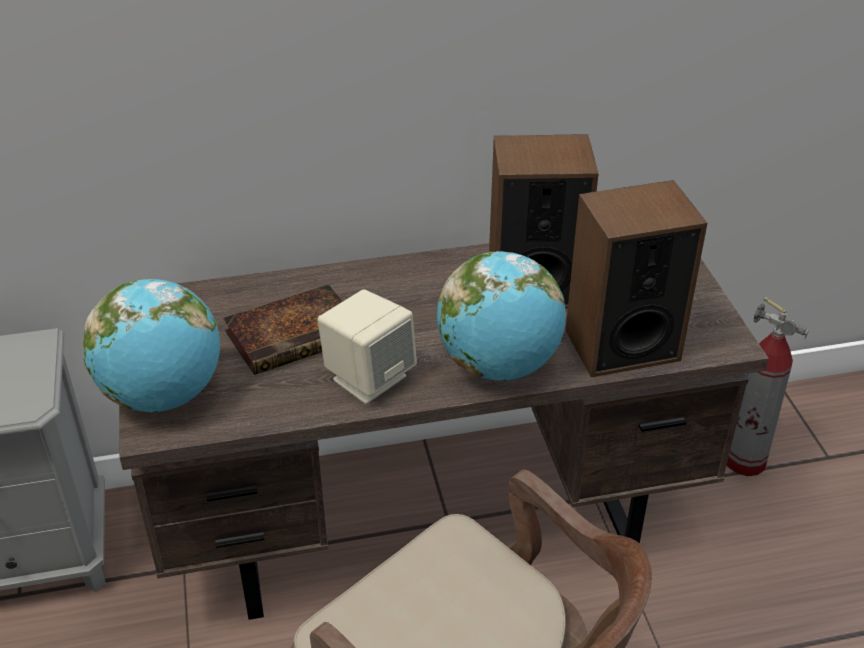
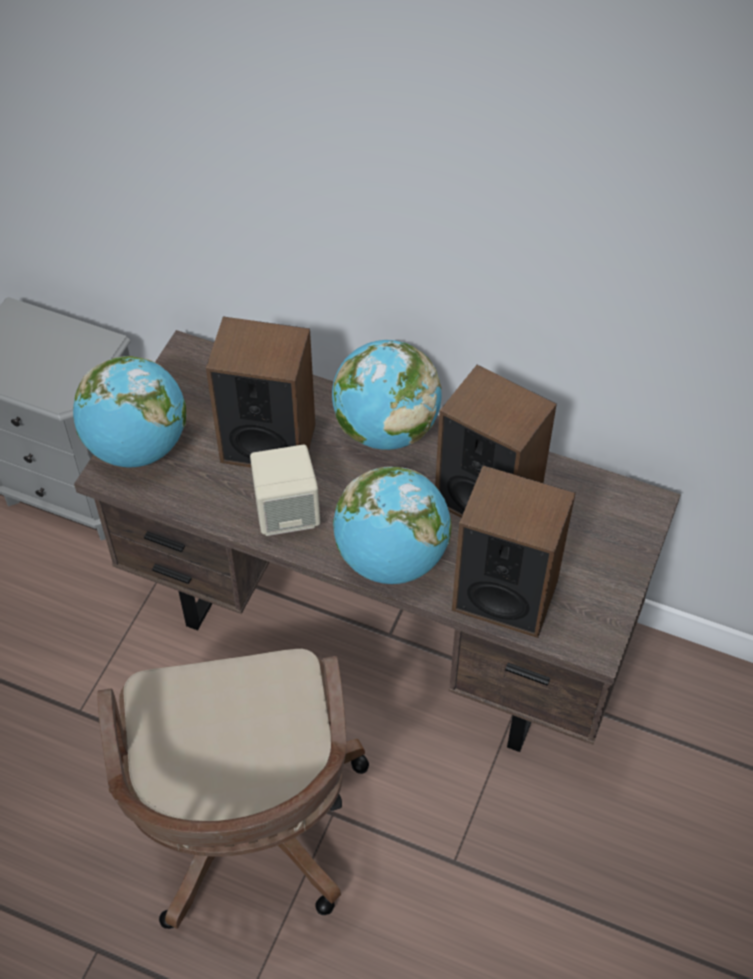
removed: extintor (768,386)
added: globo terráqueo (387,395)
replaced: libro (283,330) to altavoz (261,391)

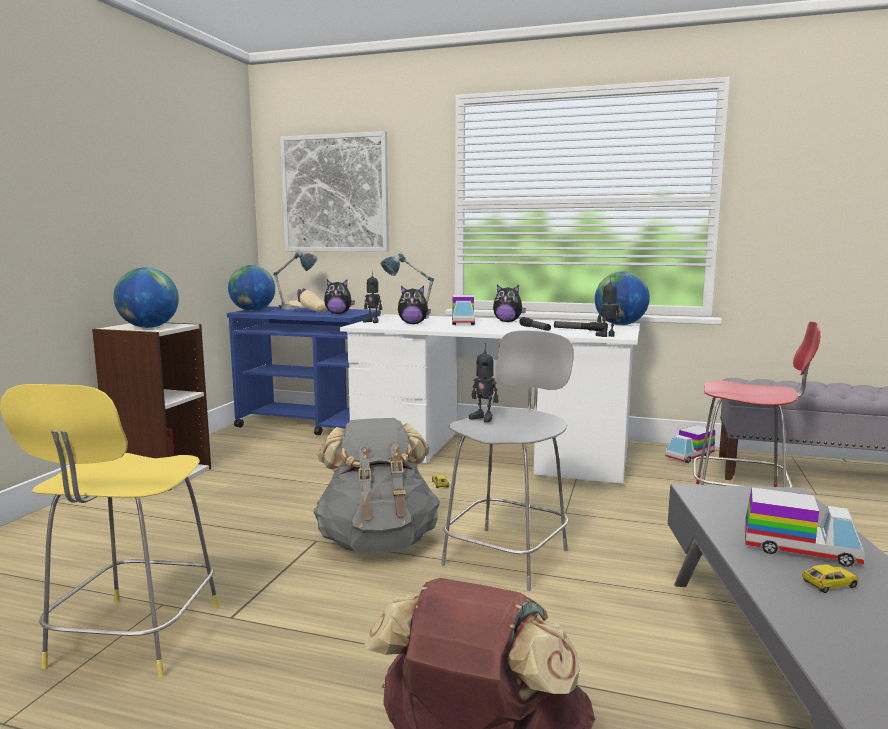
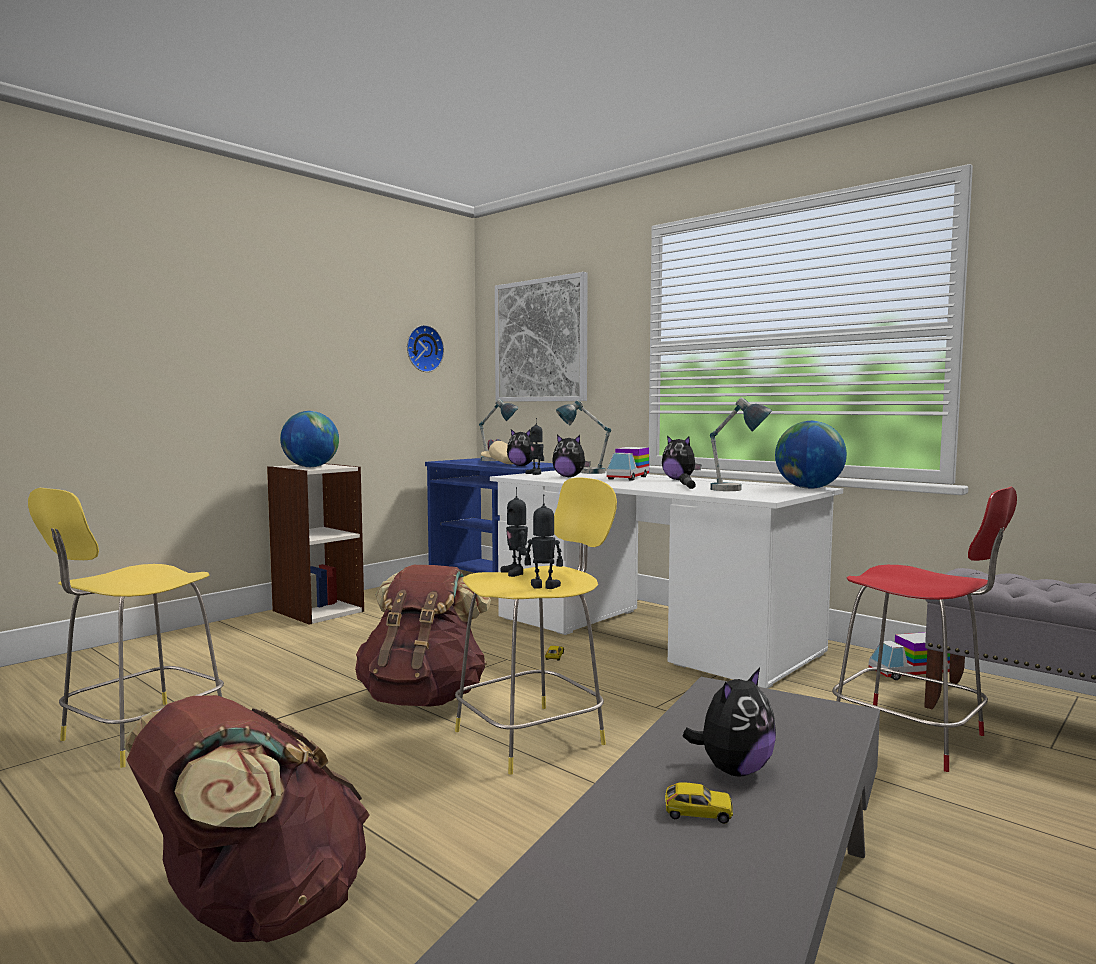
removed: globo terráqueo (251,288)
added: reloj de pared (425,348)
moved: robot de juguete (607,306) to (544,541)
replaced: linterna (581,326) to lámpara de mesa (741,444); camión de juguete (805,527) to peluche (729,722)
recoloured: taburete (gris) (507,460) to taburete (amarillo) (536,626); mochila (gris) (376,485) to mochila (marrón) (423,636)

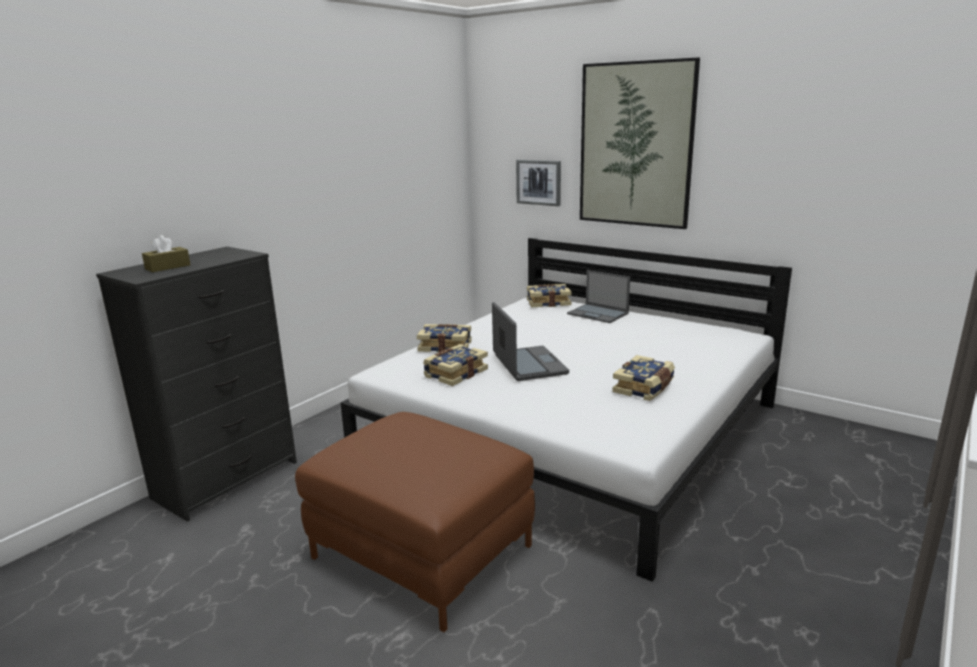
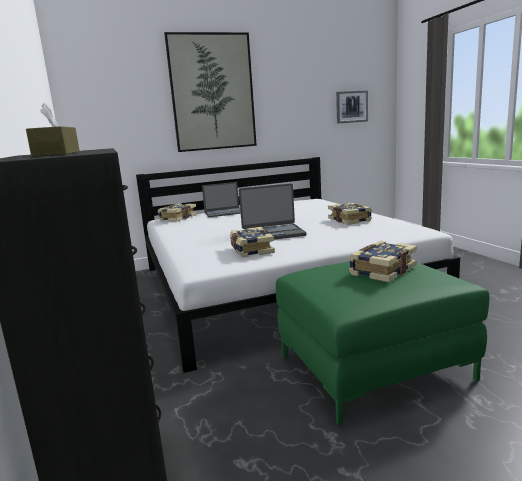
moved: cuadro (538,183) to (352,107); libro (444,338) to (383,261)
recoloured: puf (marrón) (415,522) to puf (verde) (383,343)
turned: portátil (530,341) = (273,211) 150 degrees clockwise

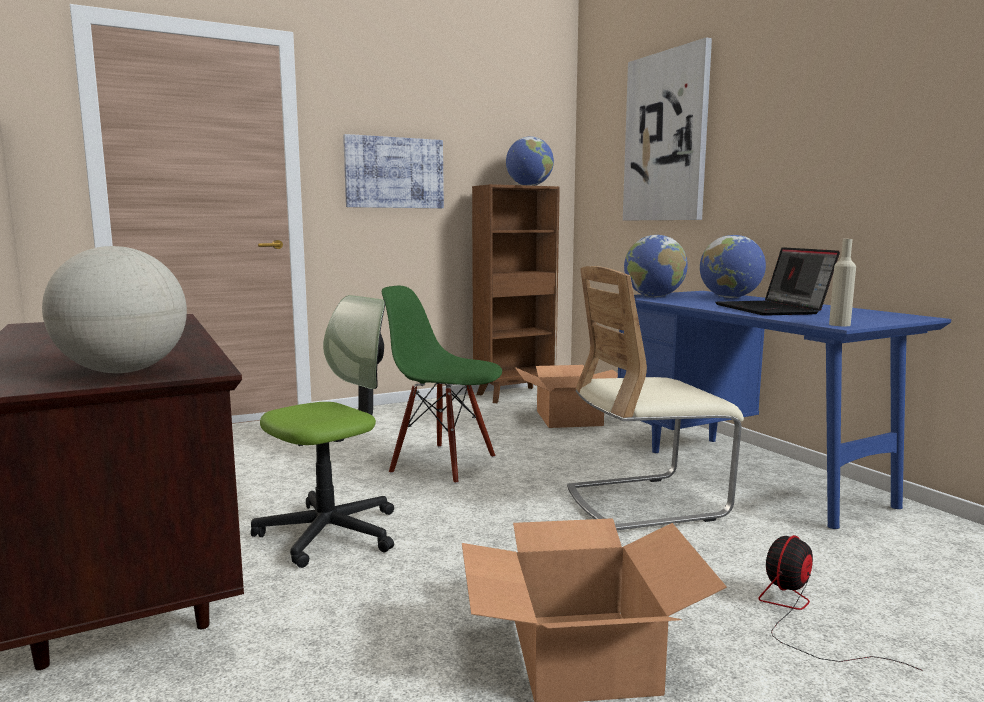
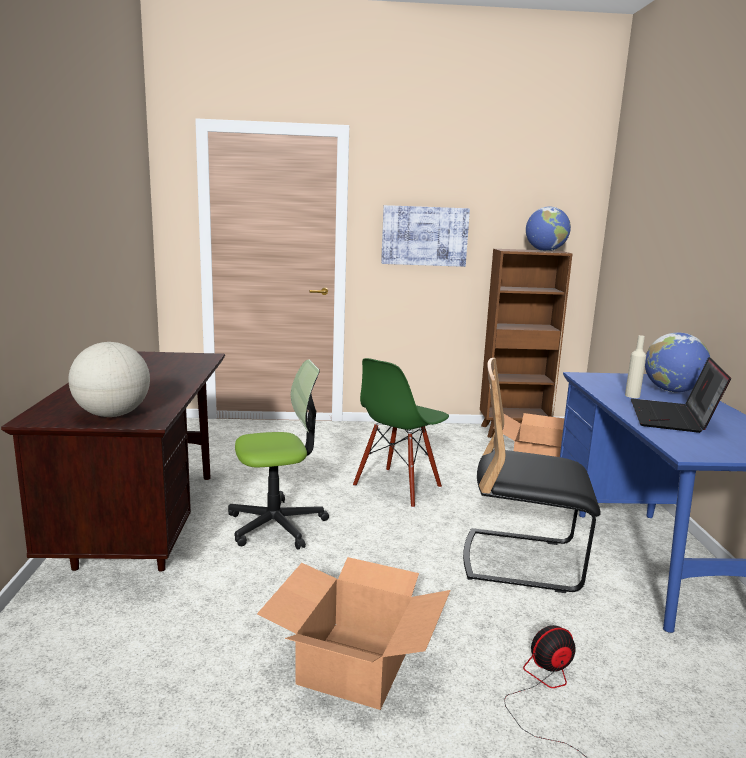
removed: cuadro (667,128); globo terráqueo (656,266)
moved: botella (beis) (842,282) to (635,366)
recoloured: silla (beis) (655,398) to silla (negro) (532,475)
turned: silla (verde) (442,385) = (401,433) 105 degrees counterclockwise

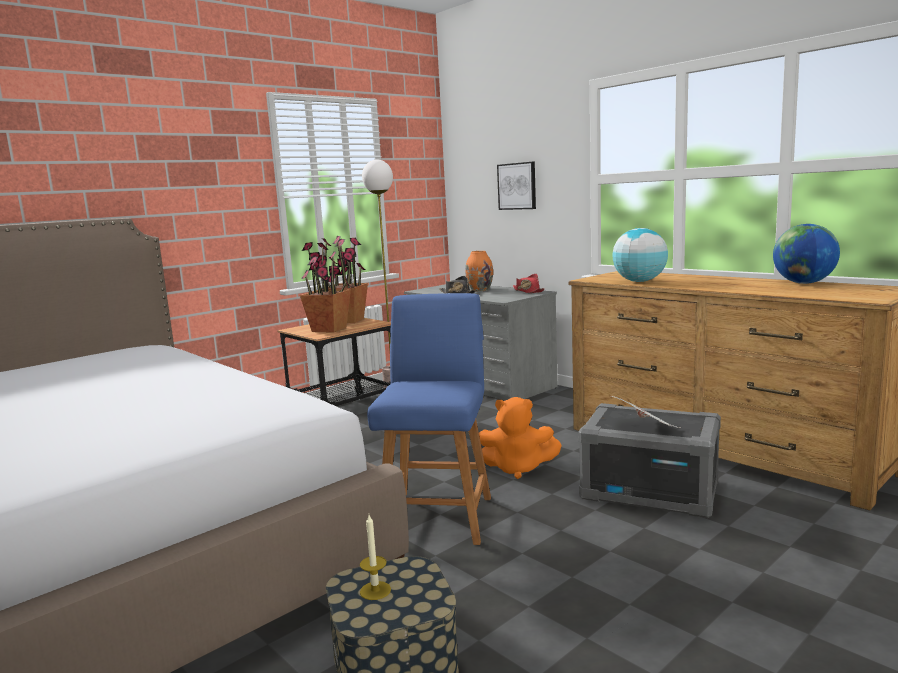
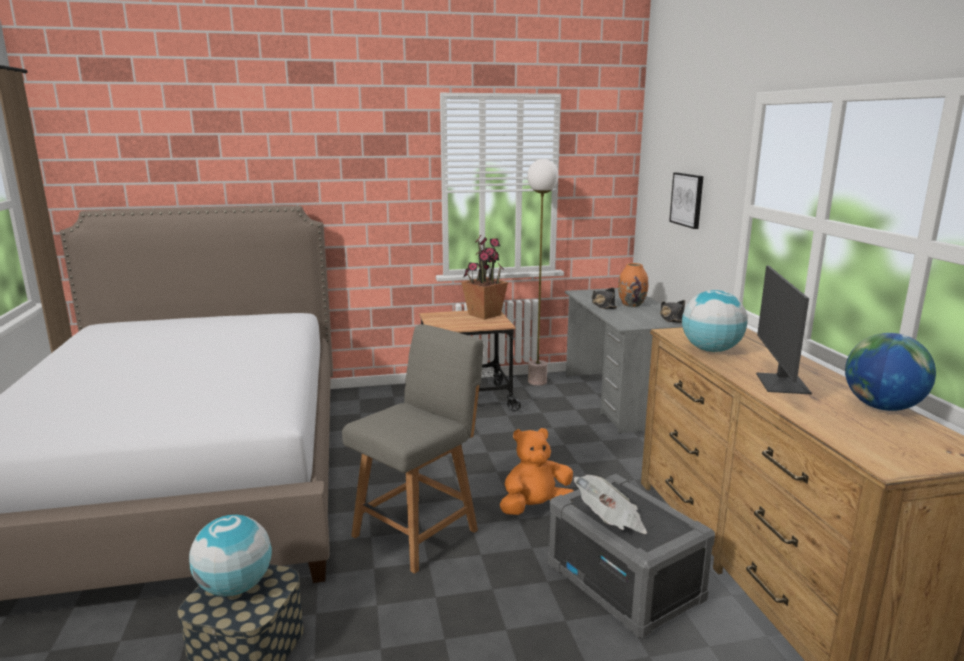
removed: planta en maceta (325,285)
added: monitor (784,330)
replaced: vela (375,557) to globo terráqueo (230,555)
recoloured: sombrero (rojo) (528,283) to sombrero (negro) (672,311); silla (azul) (429,419) to silla (gris) (413,449)
turned: peluche (naranja) (520,438) = (537,471) 120 degrees clockwise

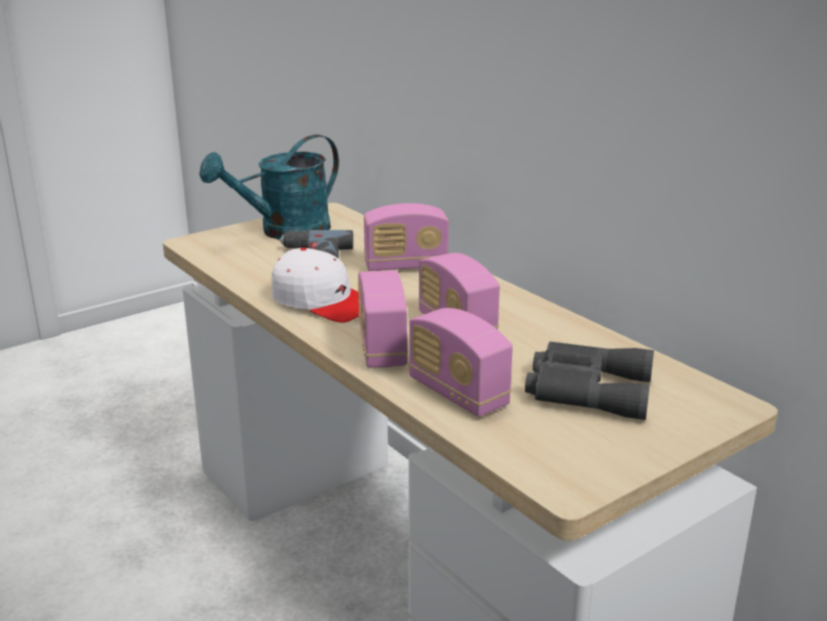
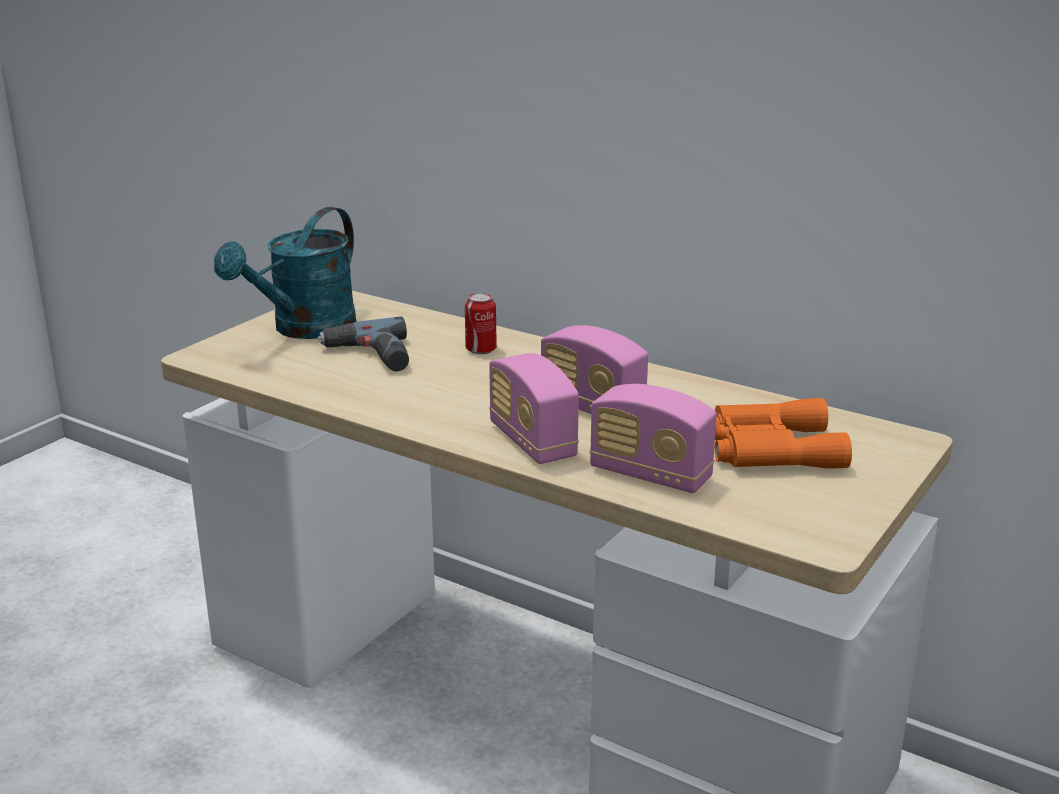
removed: gorra (blanco) (315,285)
replaced: radio (406,237) to lata (481,323)
recoloured: prismáticos (gris) (589,381) to prismáticos (naranja) (783,433)

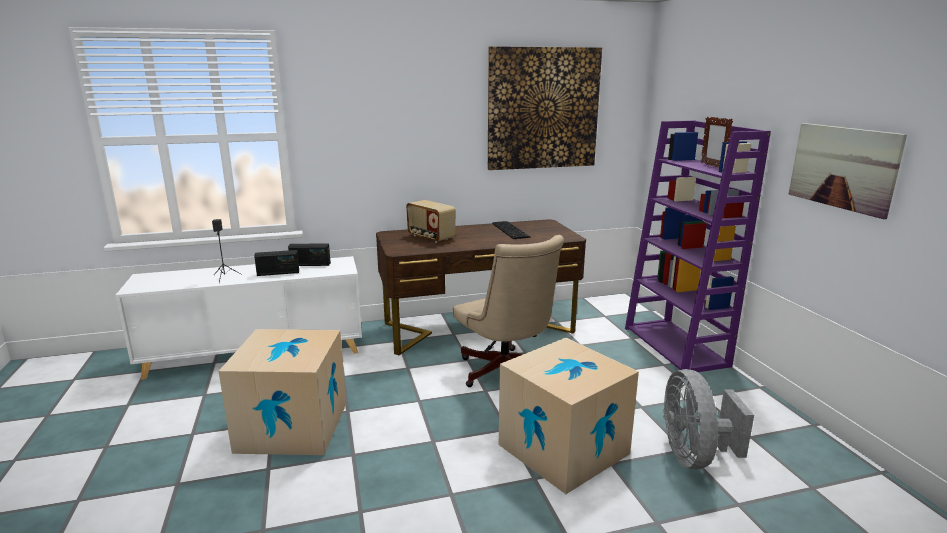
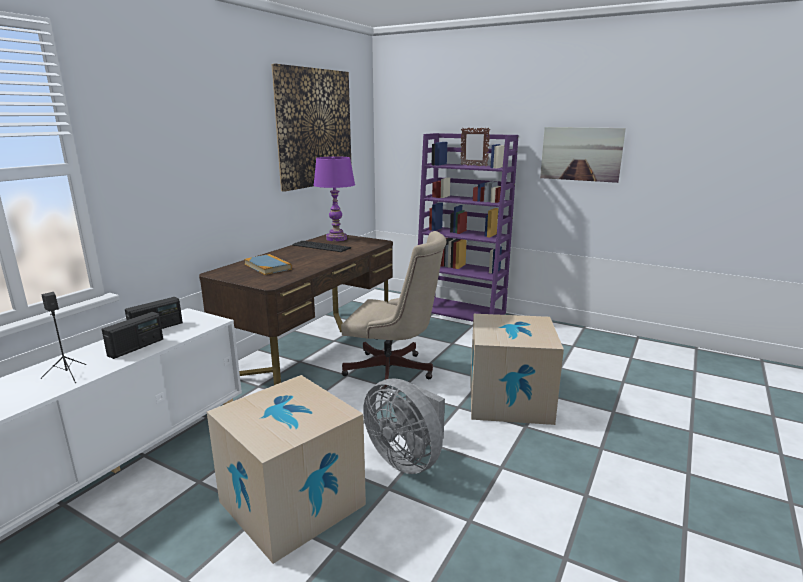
added: lámpara de mesa (morado) (334,198)
moved: ventilador (gris) (708,419) to (404,426)
replaced: radio (431,221) to libro (268,264)

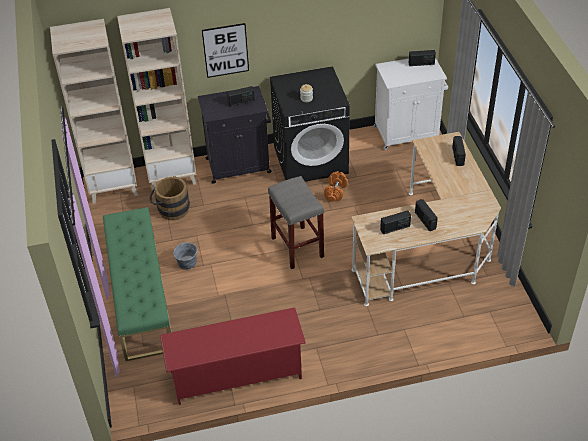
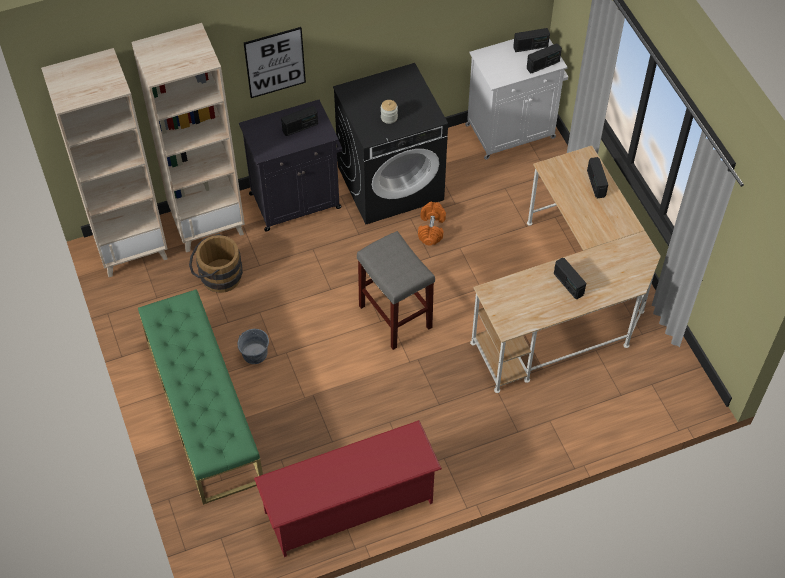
moved: radio (395,222) to (544,59)

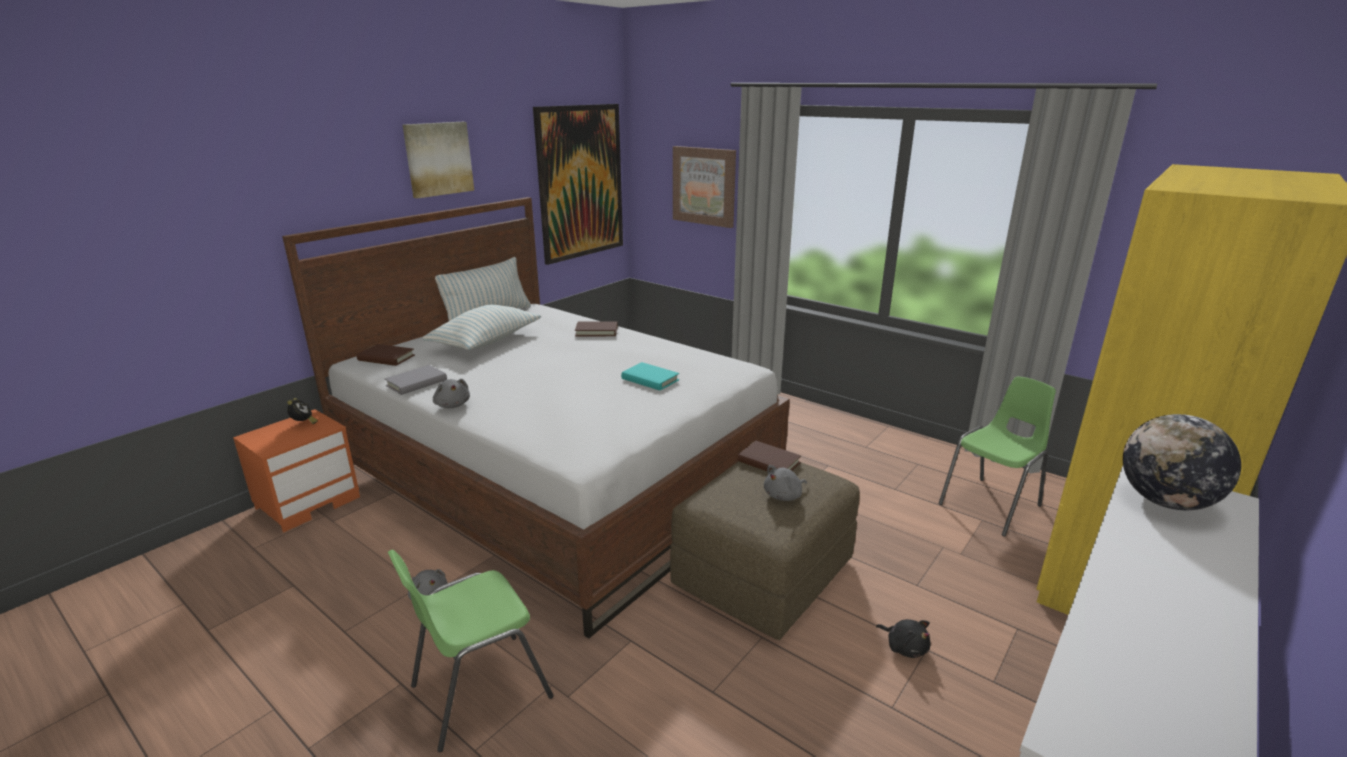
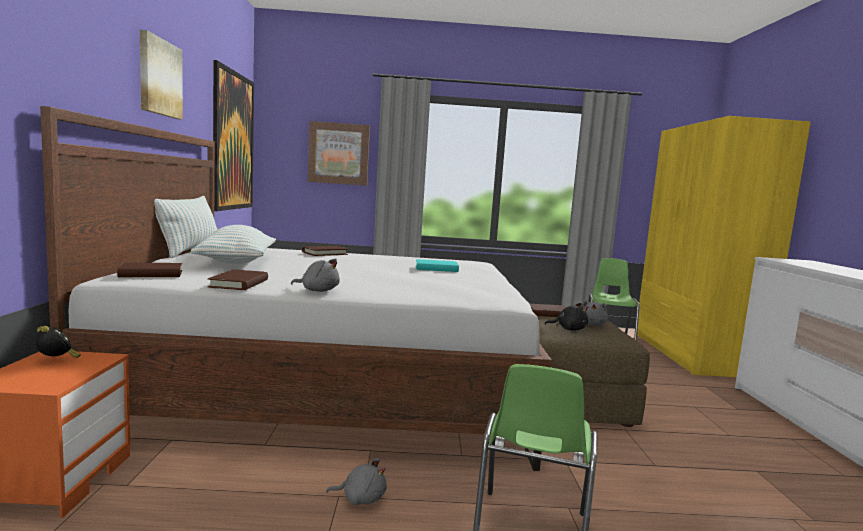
removed: globo terráqueo (1182,462)
moved: peluche (negro) (903,638) to (566,317)
recoloured: libro (gris) (416,380) to libro (marrón) (238,279)

